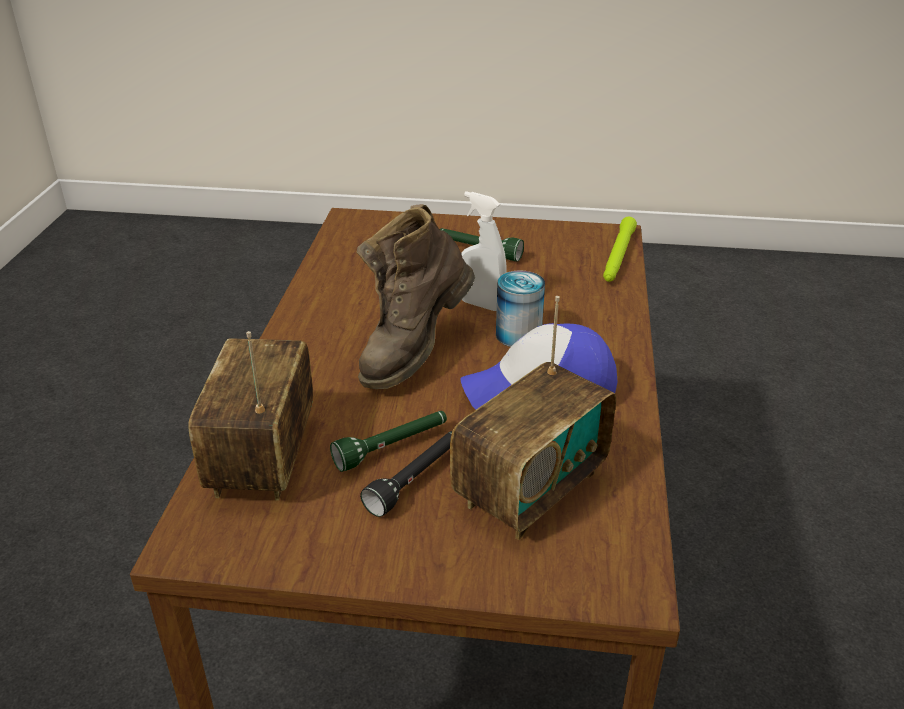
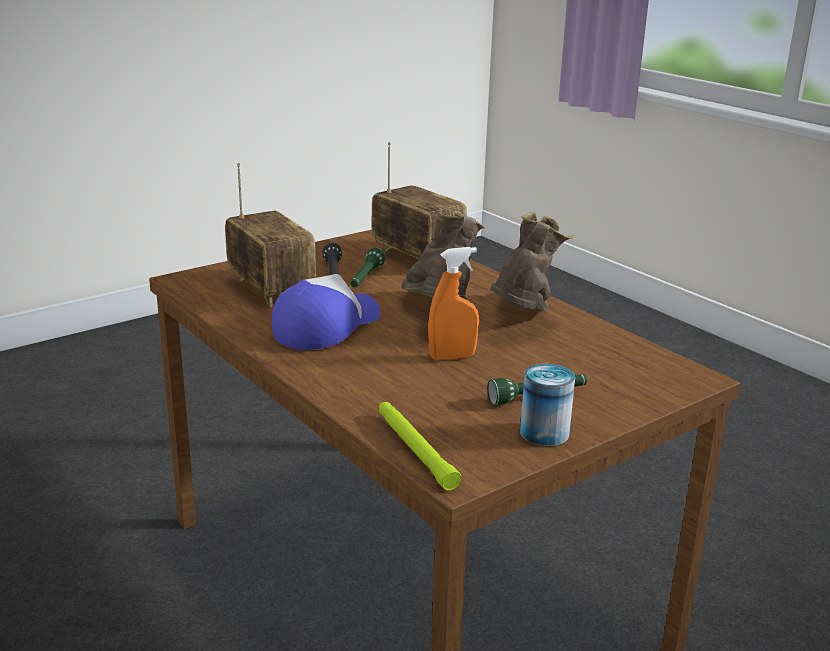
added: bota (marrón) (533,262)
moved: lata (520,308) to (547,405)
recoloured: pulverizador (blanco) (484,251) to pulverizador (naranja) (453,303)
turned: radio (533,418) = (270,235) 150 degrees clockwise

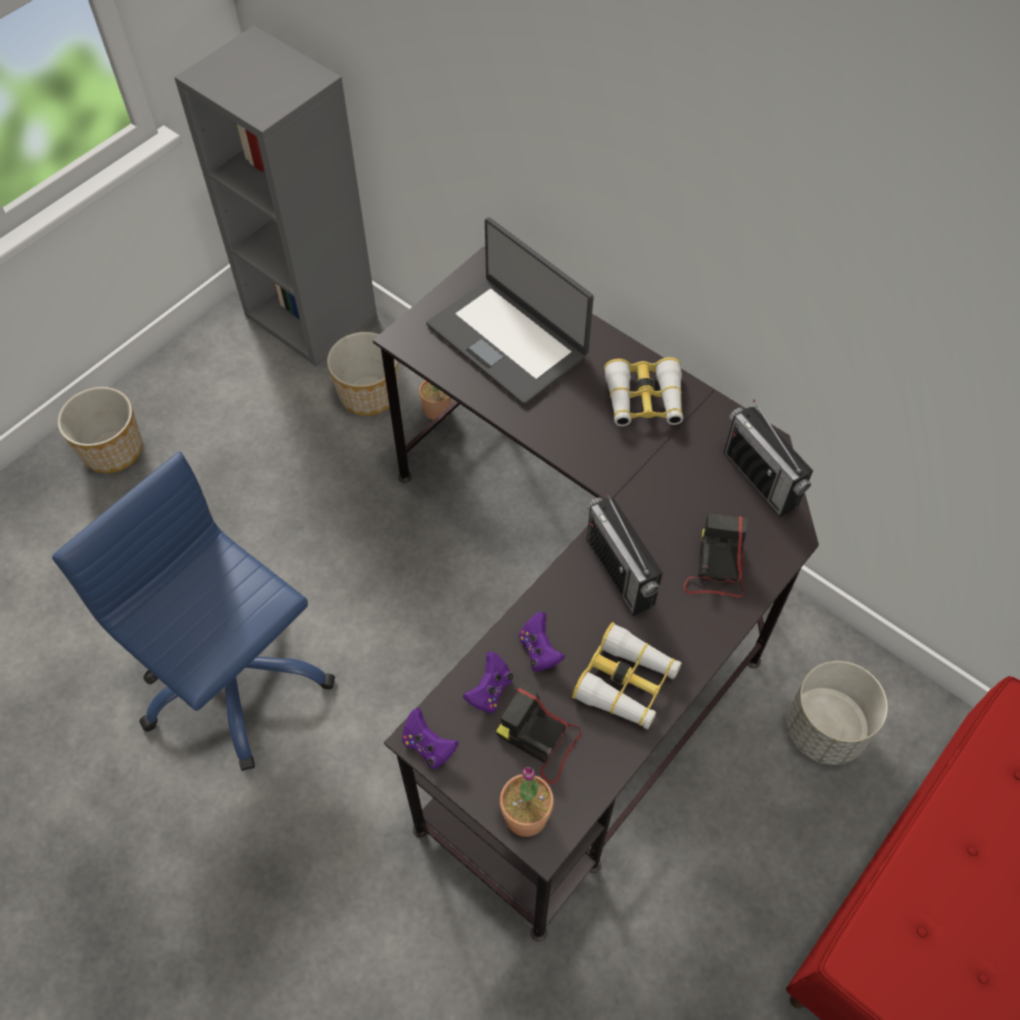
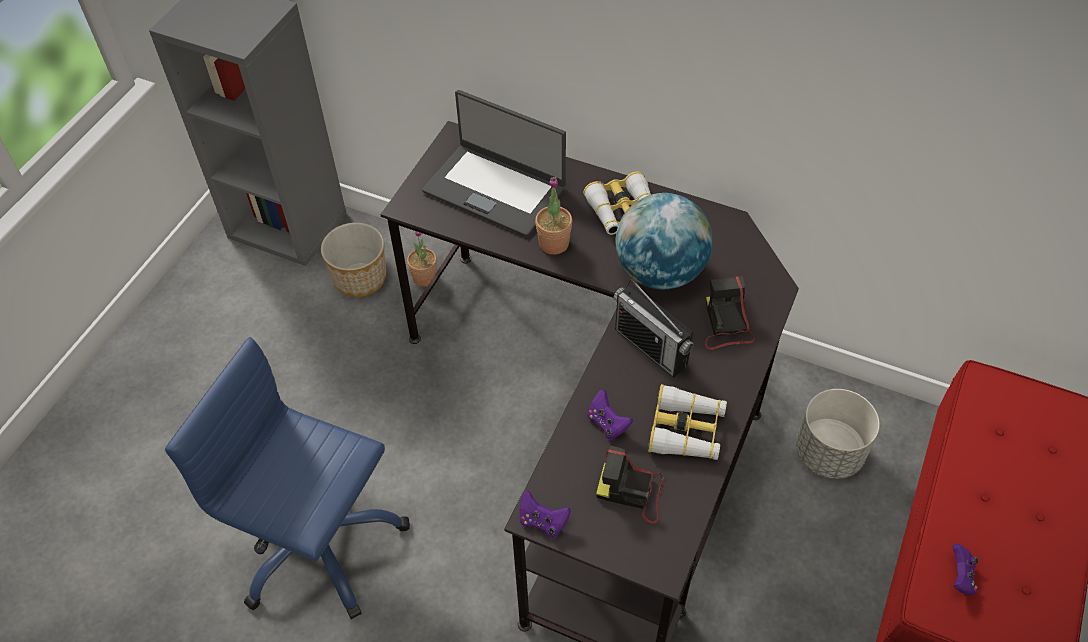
removed: maceta (100,430); radio (768,458)
added: globo terráqueo (664,241)
moved: mando de consola (morado) (488,683) to (965,569); planta en maceta (527,802) to (553,215)

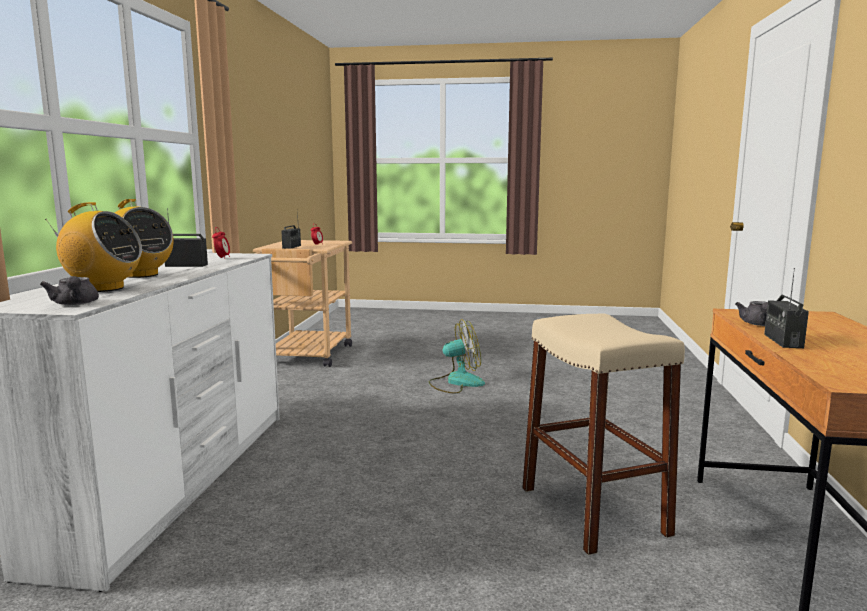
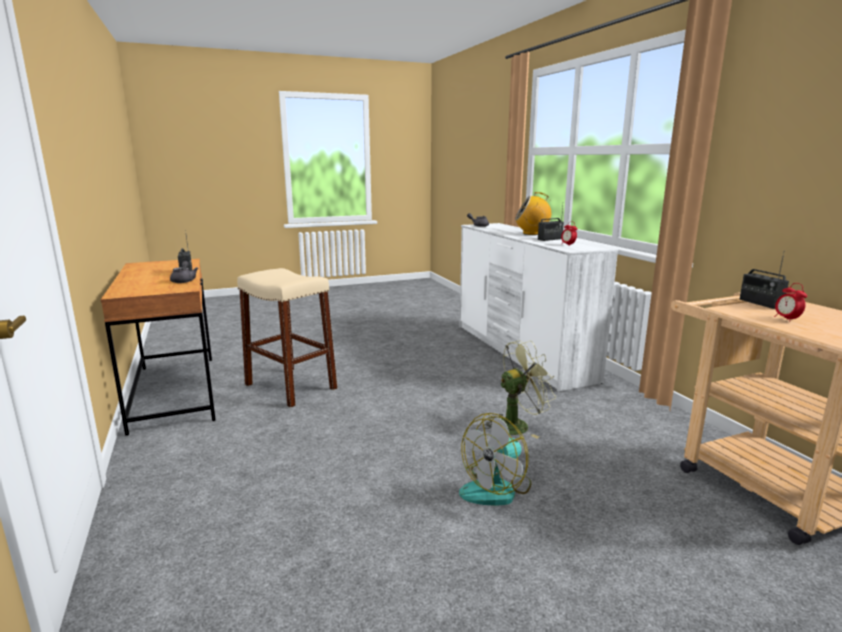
removed: radio (93,247)
added: ventilador (verde) (520,389)

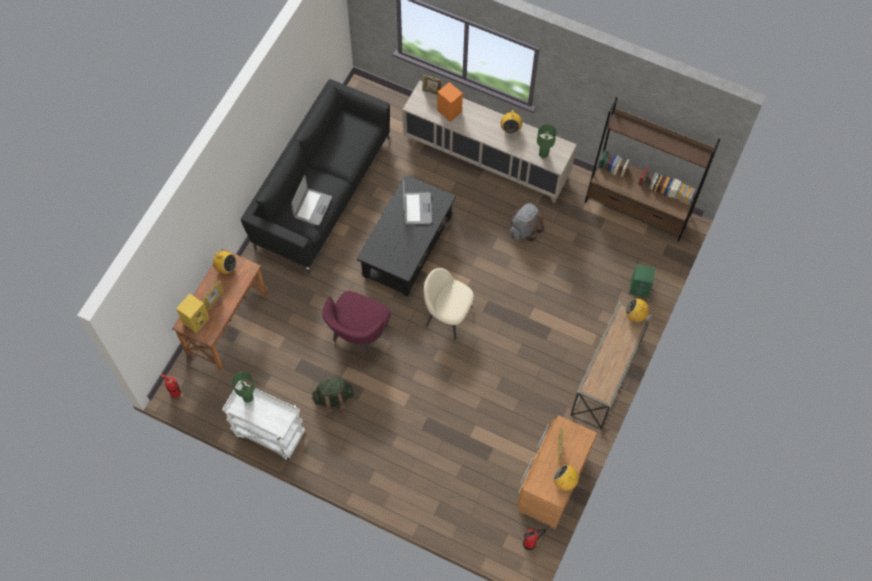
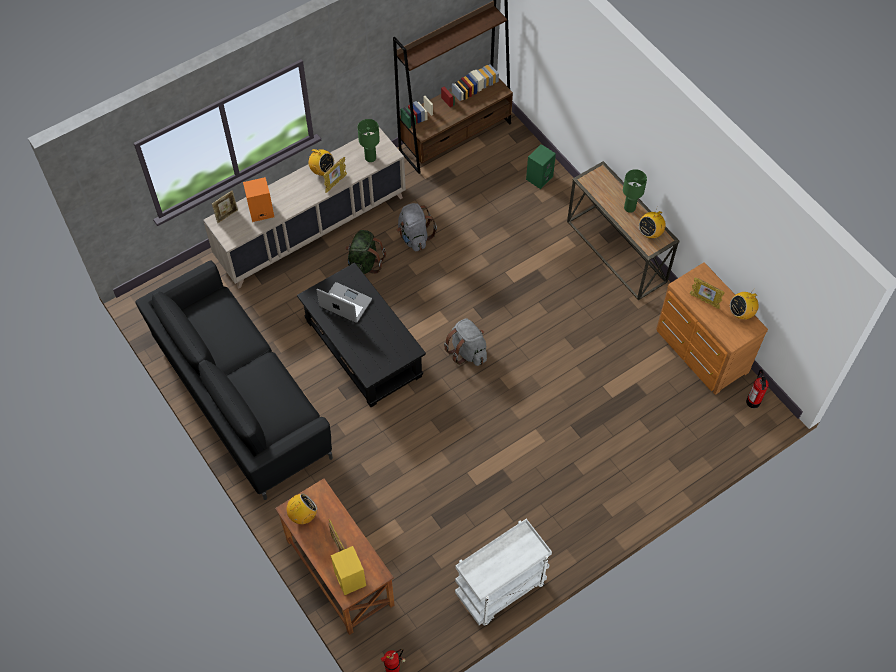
removed: portátil (311,200); sillón (morado) (357,324)
added: portarretratos (335,175)
moved: radio (638,310) to (652,223); lámpara de mesa (verde) (243,387) to (635,191); mochila (verde) (332,396) to (365,252)
replaced: silla (beis) (449,304) to mochila (gris) (465,342)

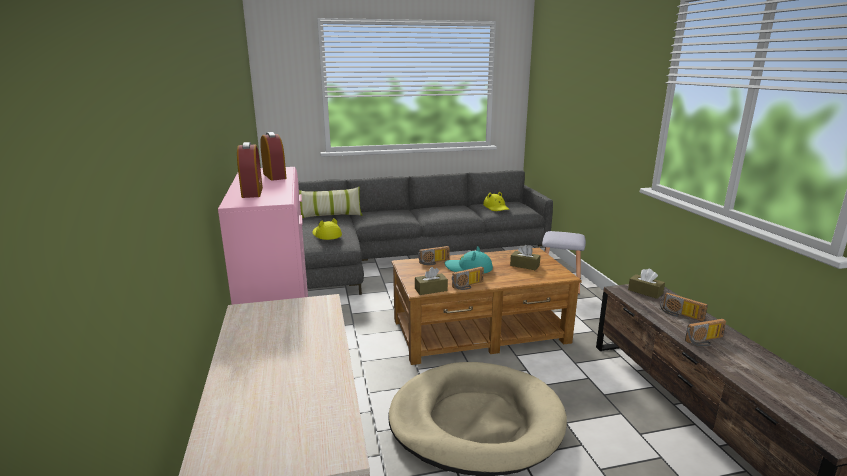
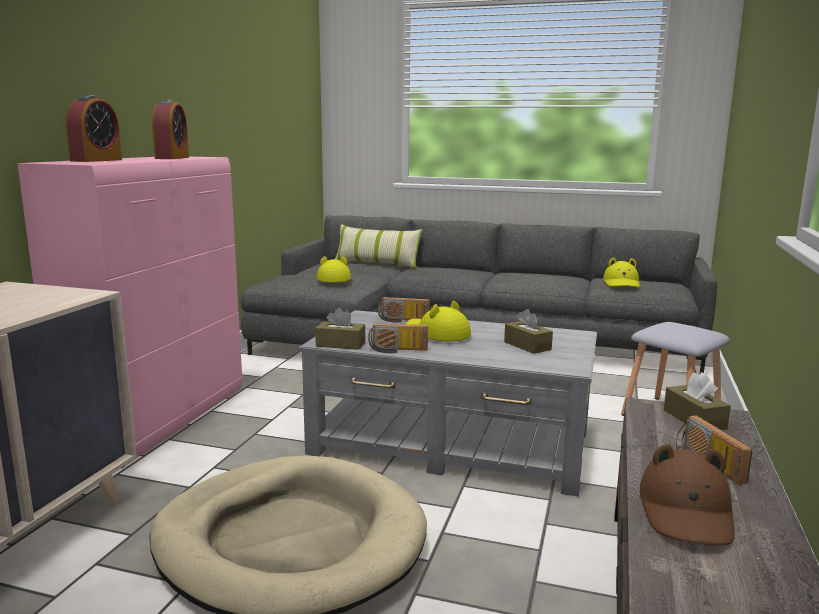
replaced: radio (705,332) to sombrero (marrón) (687,495)
recoloured: sombrero (turquesa) (469,259) to sombrero (amarillo) (438,321); mesa de centro (marrón) (487,306) to mesa de centro (gris) (448,403)

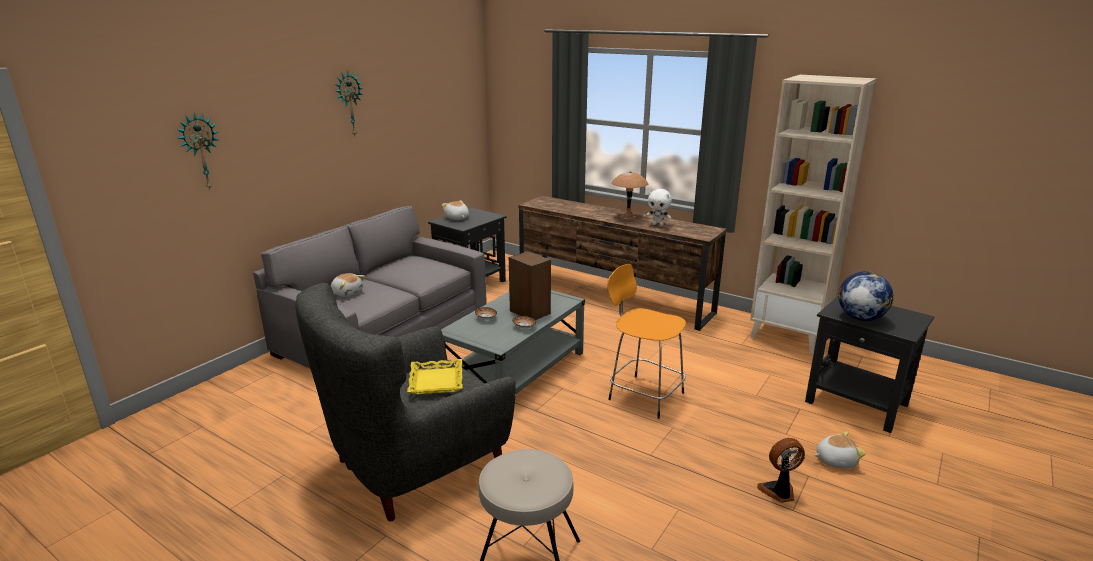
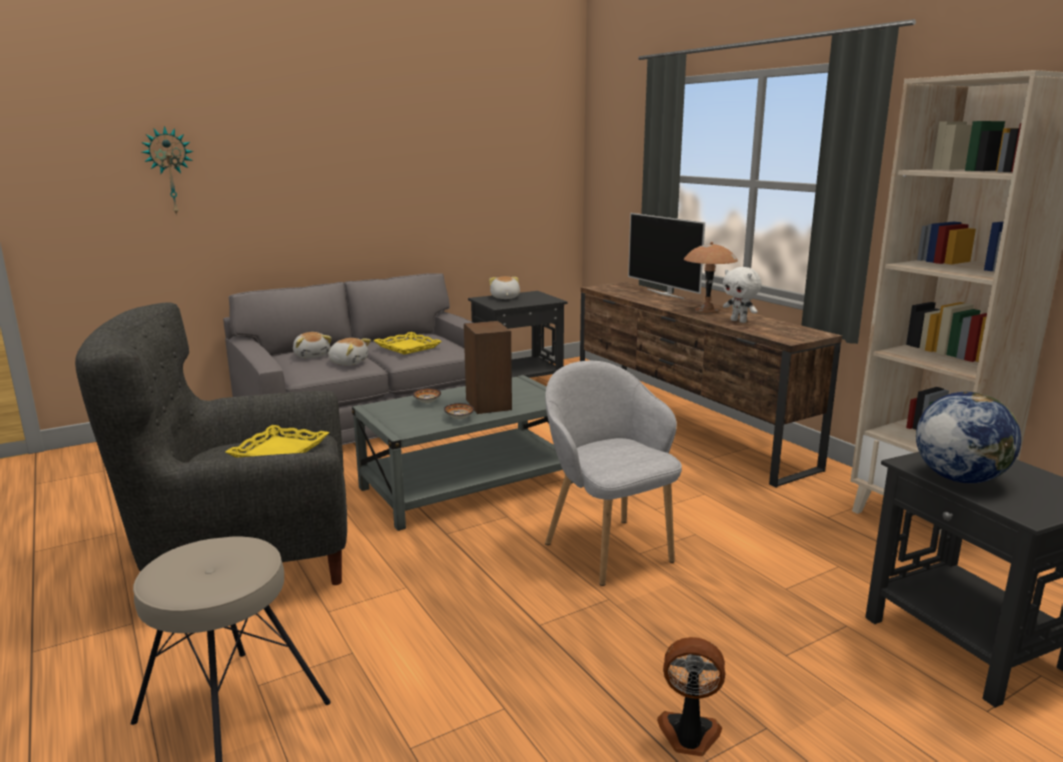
removed: reloj de pared (349,103)
added: televisor (666,256); bandeja (amarillo) (407,343)
moved: peluche (840,450) to (349,352)
replaced: taburete (naranja) (646,341) to sillón (gris) (613,473)

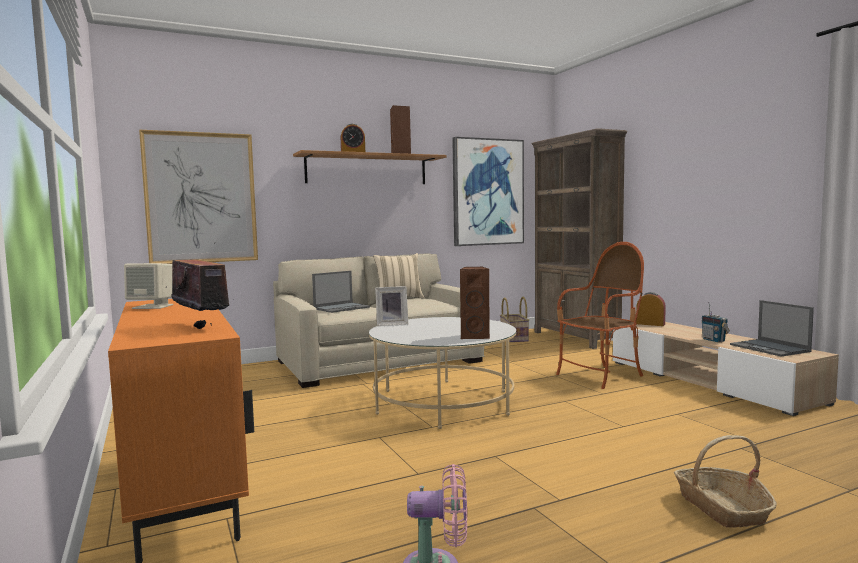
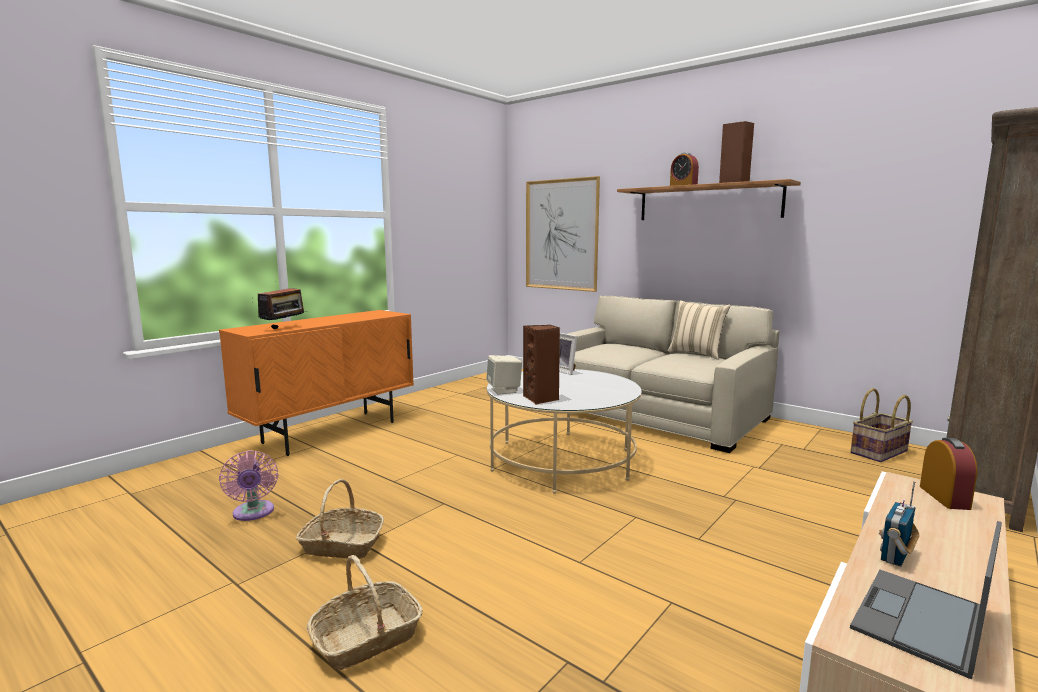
removed: cuadro (488,191); sillón (600,315); portátil (341,292)
added: cesta (340,519)
moved: altavoz (beis) (148,286) to (504,375)

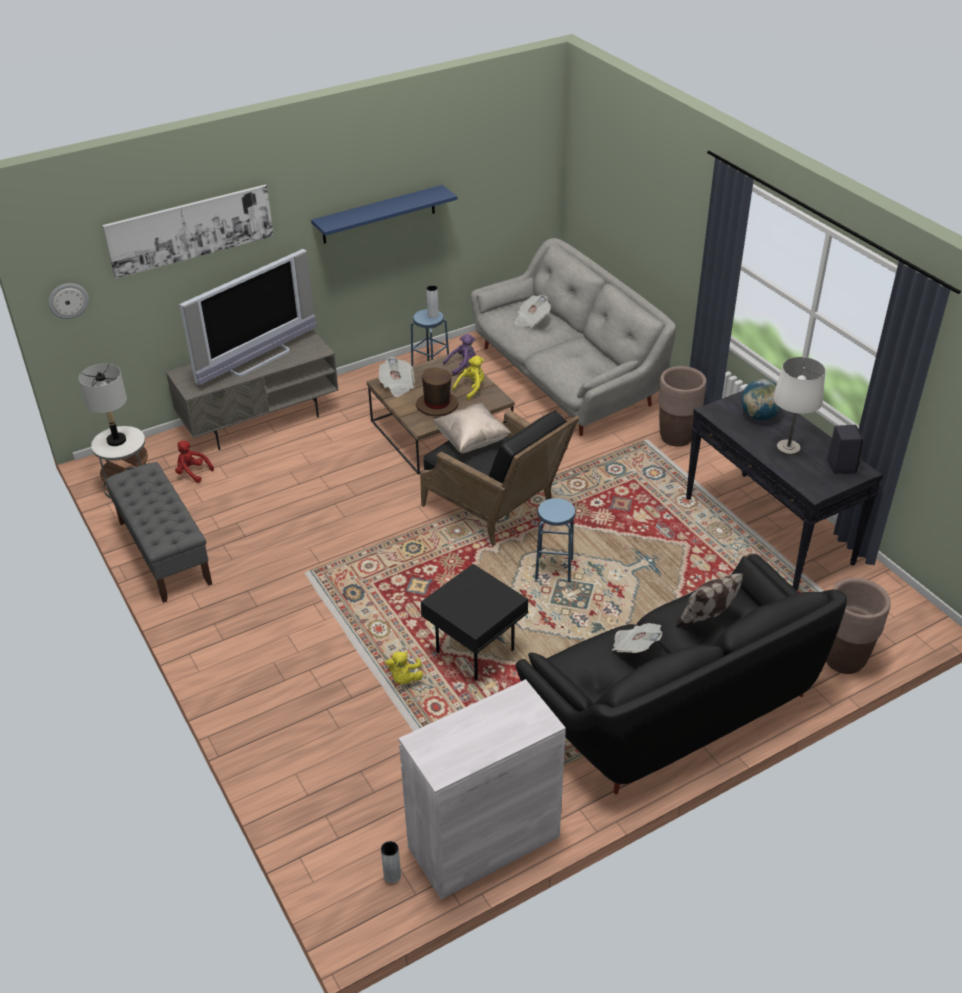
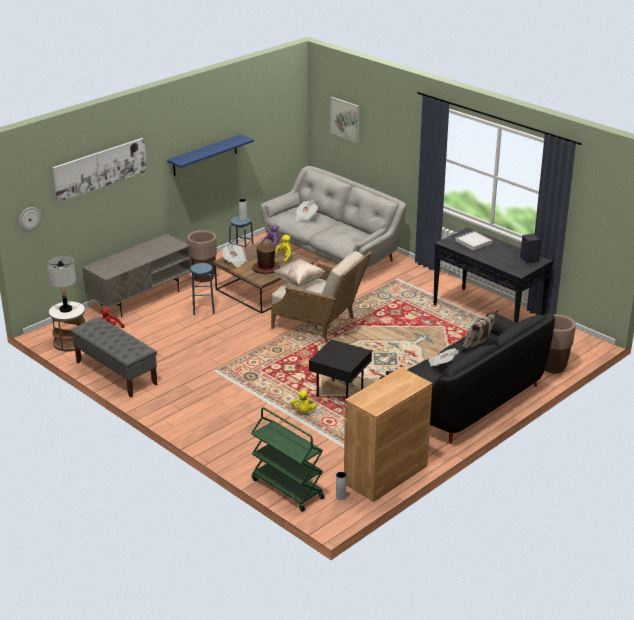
removed: televisor (248,317); lámpara de mesa (blanco) (799,406)
added: cuadro (345,120); carrito (verde) (288,459)
moved: maceta (marrón) (682,406) to (202,256); taburete (azul) (555,540) to (202,289)
replaced: globo terráqueo (761,399) to bandeja (blanco) (474,240)
recoloured: sillón (negro) (499,478) to sillón (beis) (321,297); armario (blanco) (482,789) to armario (marrón) (388,434)

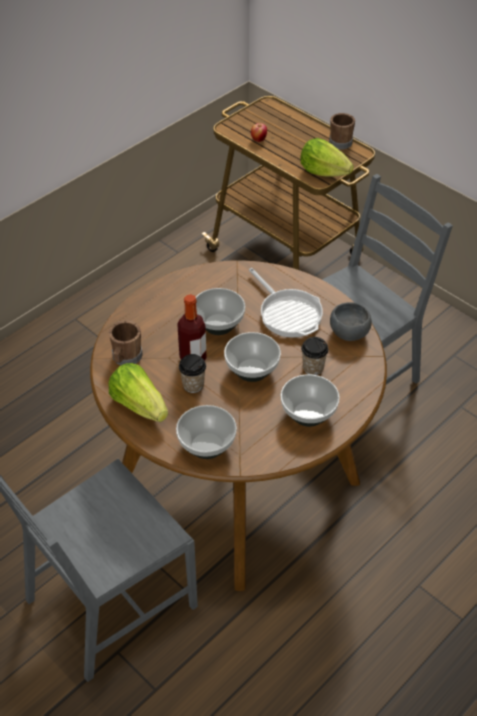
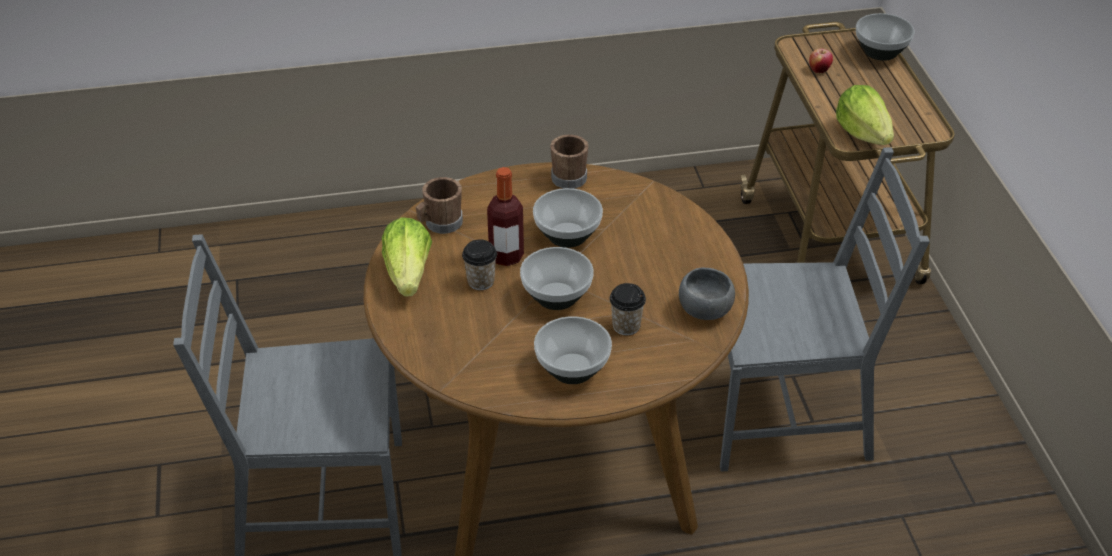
removed: sartén (286,303)
moved: taza grande (marrón) (342,131) to (569,161); cuenco (206,432) to (885,37)

